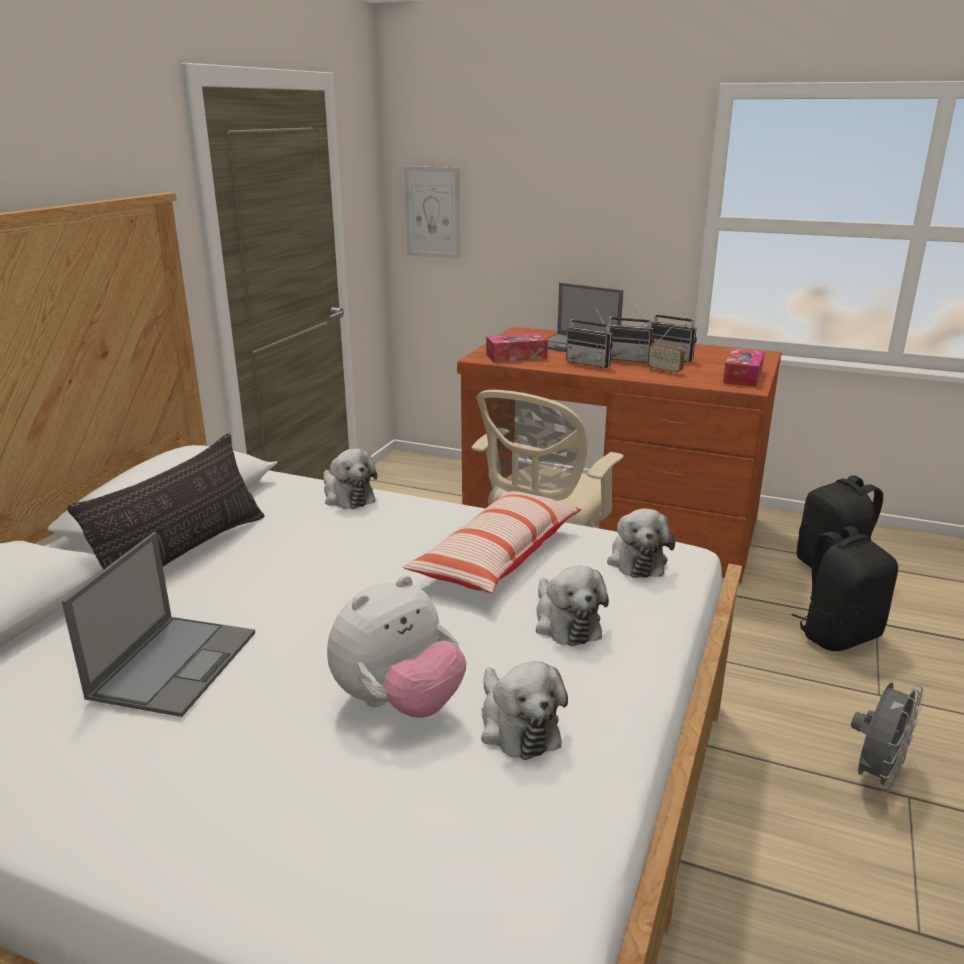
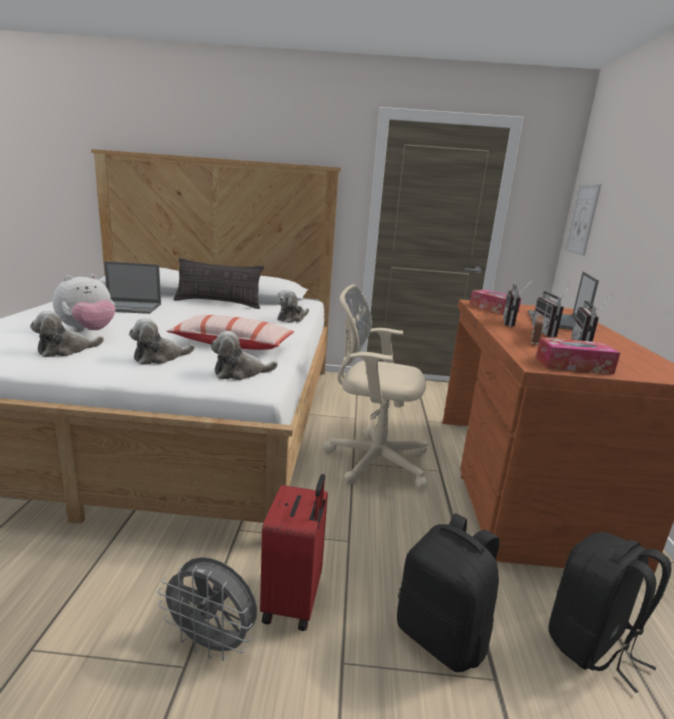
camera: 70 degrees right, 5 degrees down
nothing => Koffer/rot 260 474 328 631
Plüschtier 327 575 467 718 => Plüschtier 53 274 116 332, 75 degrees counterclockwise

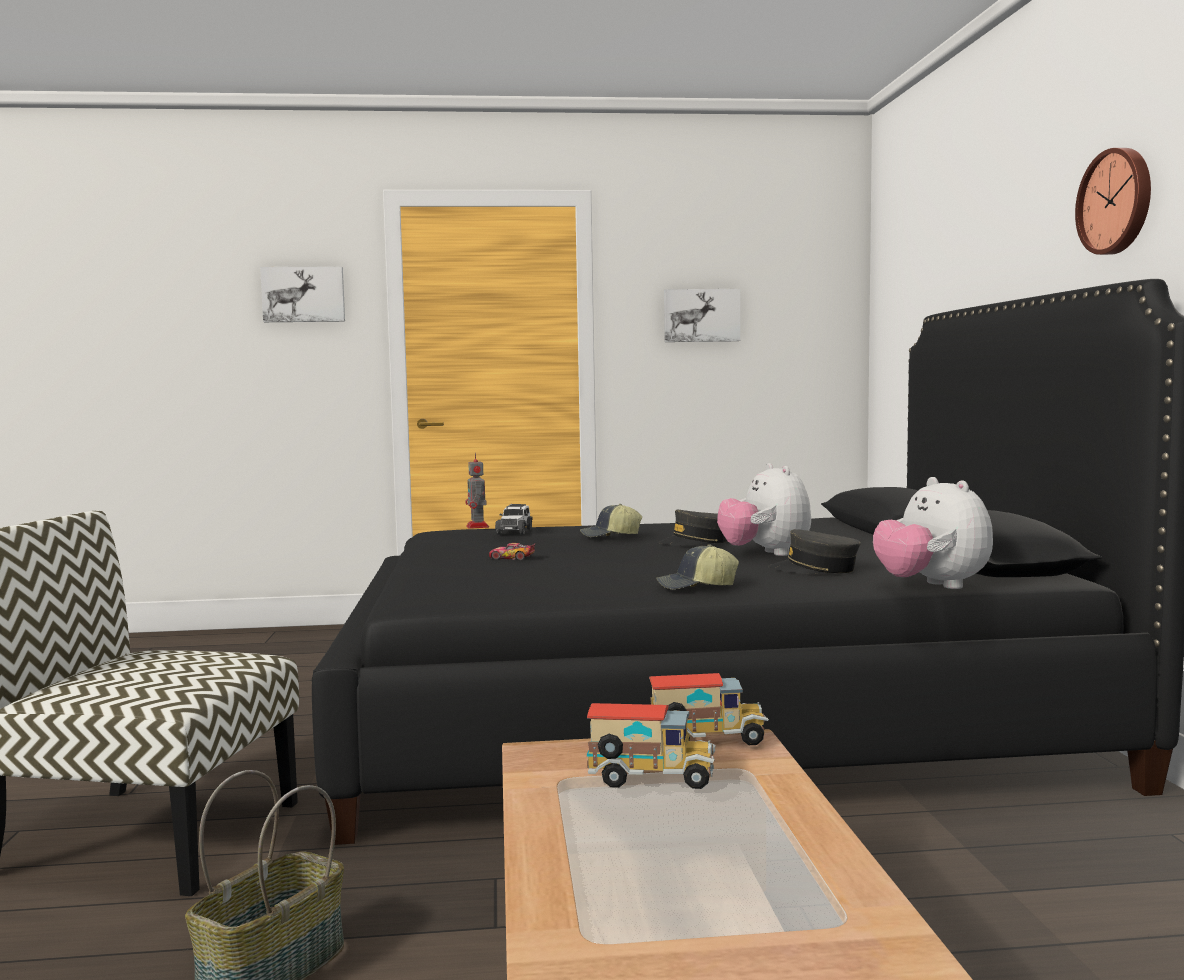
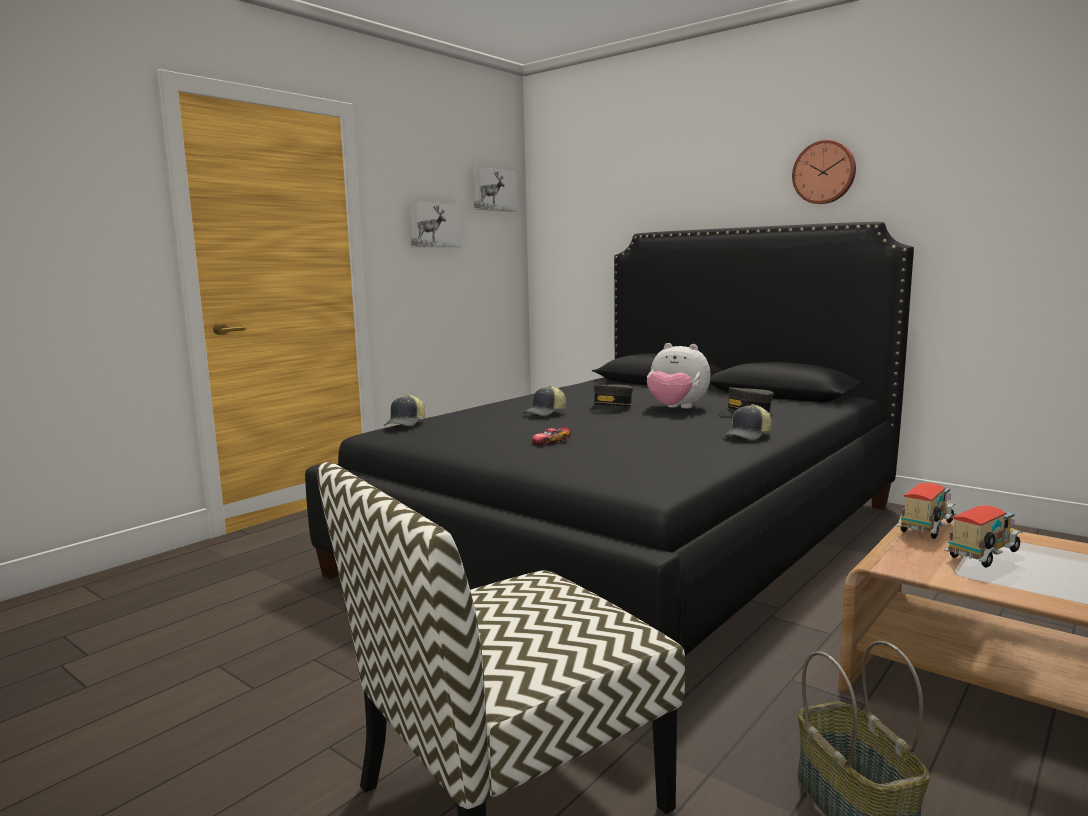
camera: 45 degrees left, 5 degrees up
Spielzeugauto 495 504 533 535 => nothing
Plüschtier 873 477 993 589 => nothing
Bild 260 266 345 322 => Bild 473 167 518 212, relocated
Spielzeugroboter 465 453 489 529 => Kappe 384 394 425 426

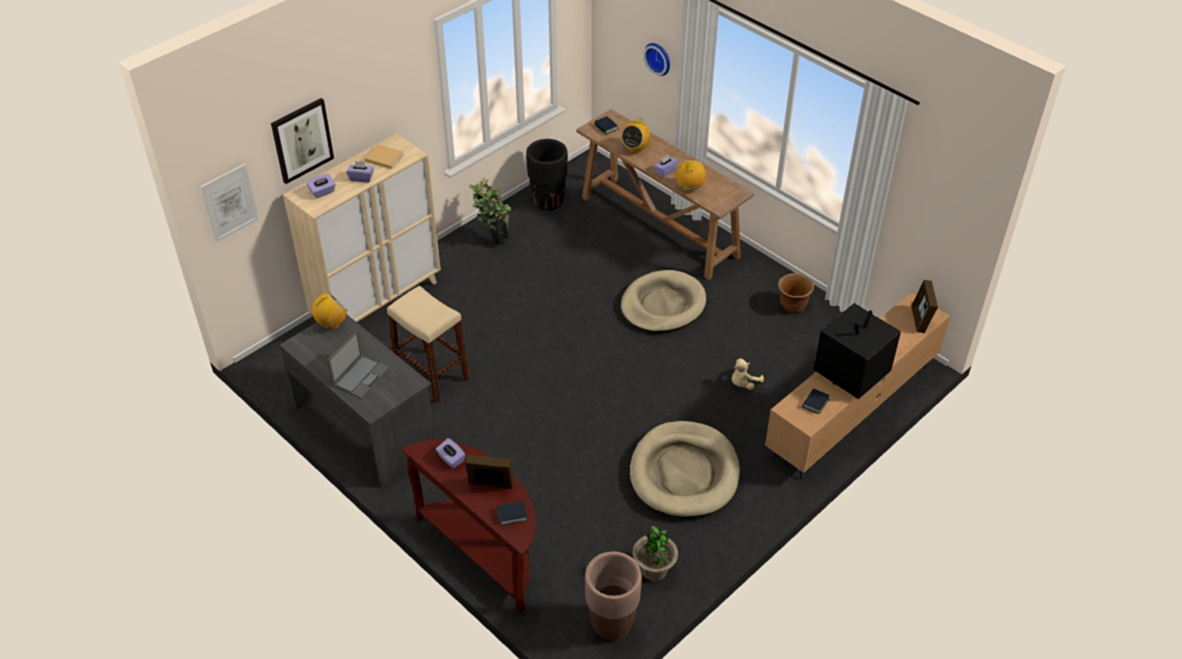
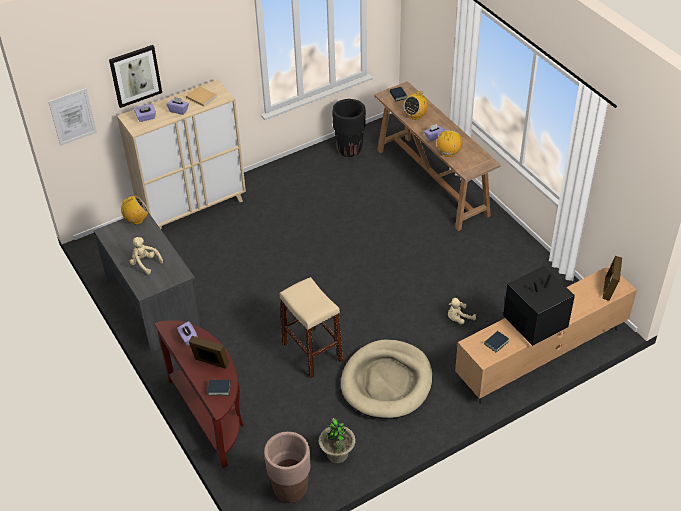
camera: 15 degrees right, 0 degrees up
Topfpflanze 469 177 511 247 => nothing
Hundebett/beige 621 270 706 333 => nothing
Wanduhr 643 43 670 76 => nothing
Pflanzkübel/braun 778 273 814 313 => nothing
Hocker/beige 387 286 470 404 => Hocker/beige 280 277 343 378, relocated
Laptop 327 330 390 399 => Plüschtier/beige 130 237 163 274

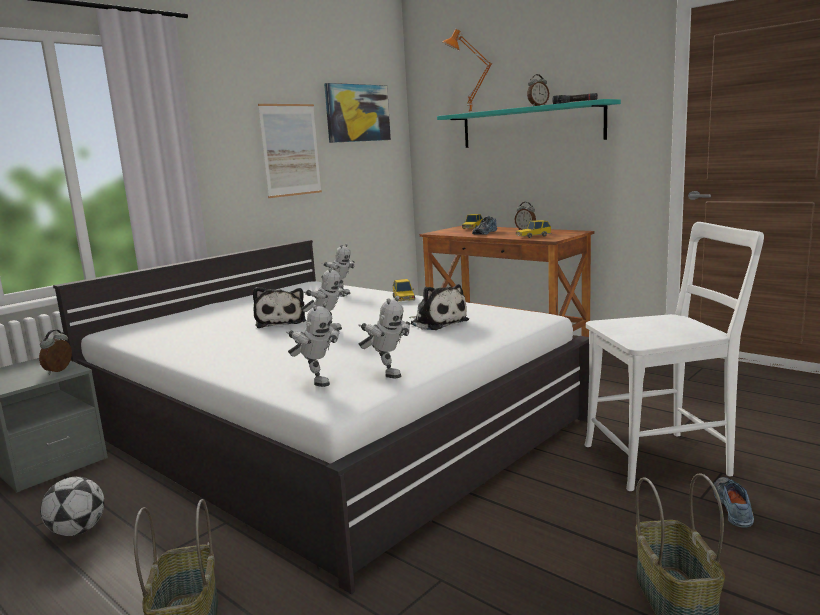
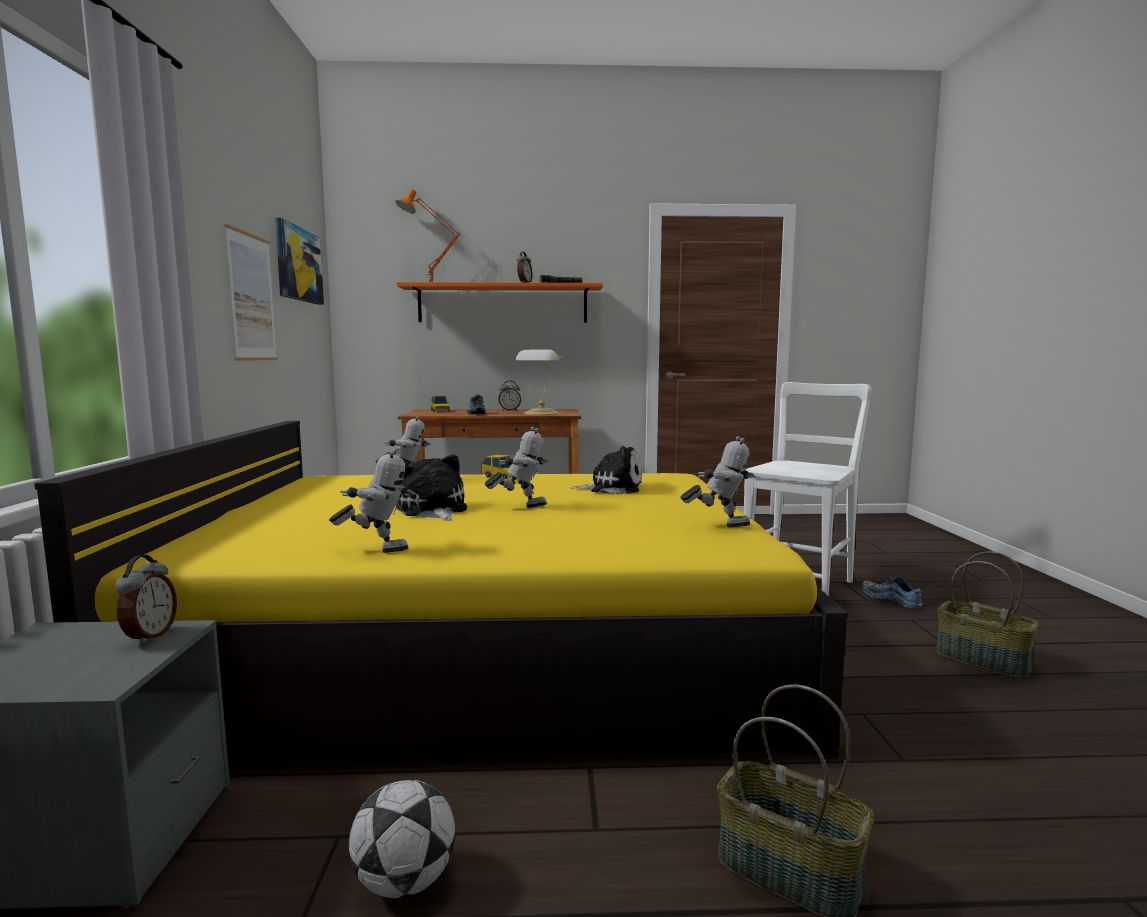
camera: 45 degrees left, 5 degrees down
Spielzeugroboter 286 302 339 387 => Spielzeugroboter 329 448 416 553, relocated
Spielzeugauto 515 220 551 238 => Tischlampe 515 350 564 415
Bett/weiß 53 240 589 594 => Bett/gelb 34 421 848 767
Wandregal/türkis 437 99 621 148 => Wandregal/orange 397 282 603 323
Wecker 39 329 72 374 => Wecker 115 555 177 645, 150 degrees counterclockwise
Plüschtier 253 287 306 328 => Plüschtier 397 454 467 521, 150 degrees counterclockwise

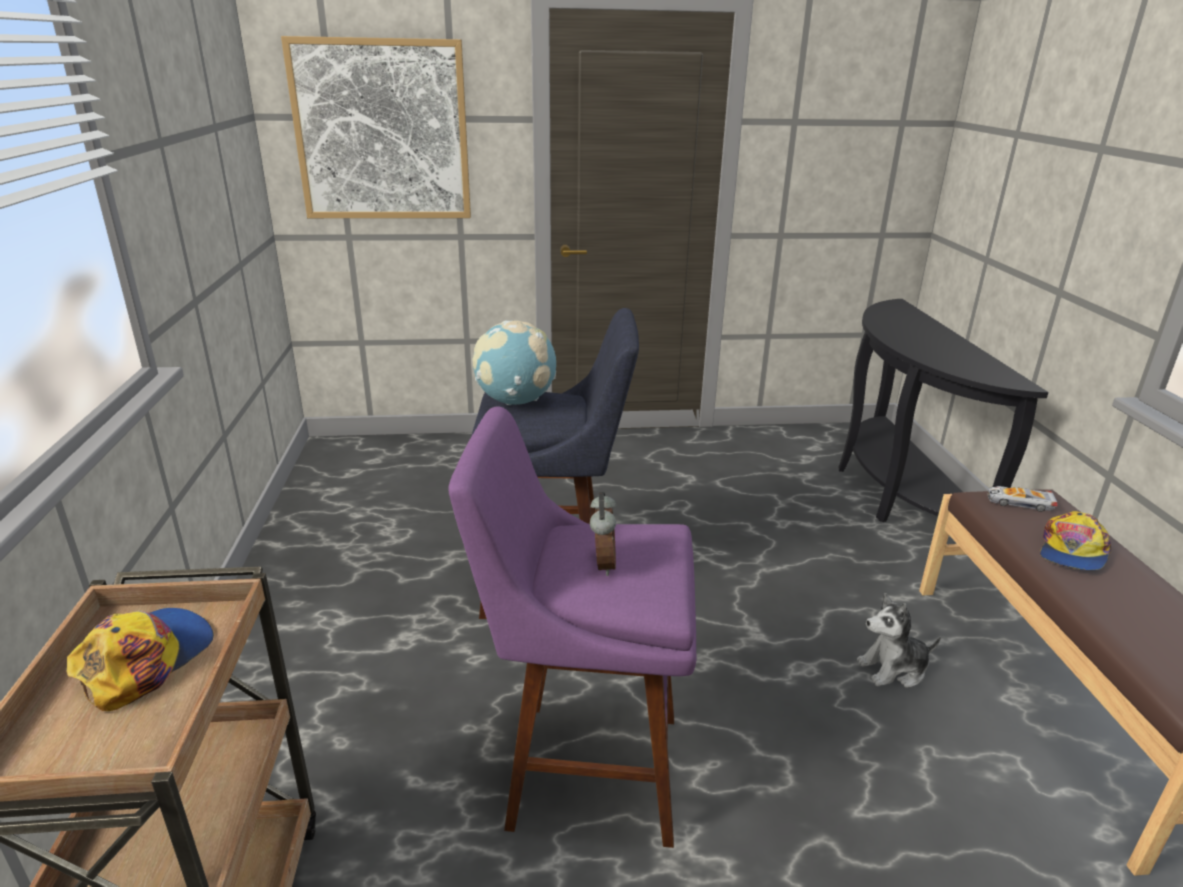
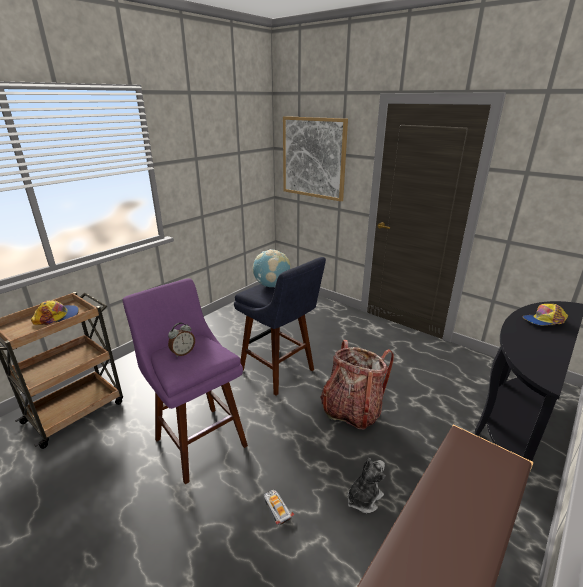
camera: 45 degrees right, 0 degrees up
nothing => Rucksack 320 340 394 430
Spielzeugauto 987 486 1058 512 => Spielzeugauto 264 490 294 525, relocated
Kappe 1040 511 1111 570 => Kappe 522 304 568 325, relocated
Plüschtier 857 593 941 688 => Plüschtier 348 458 386 513, 105 degrees clockwise

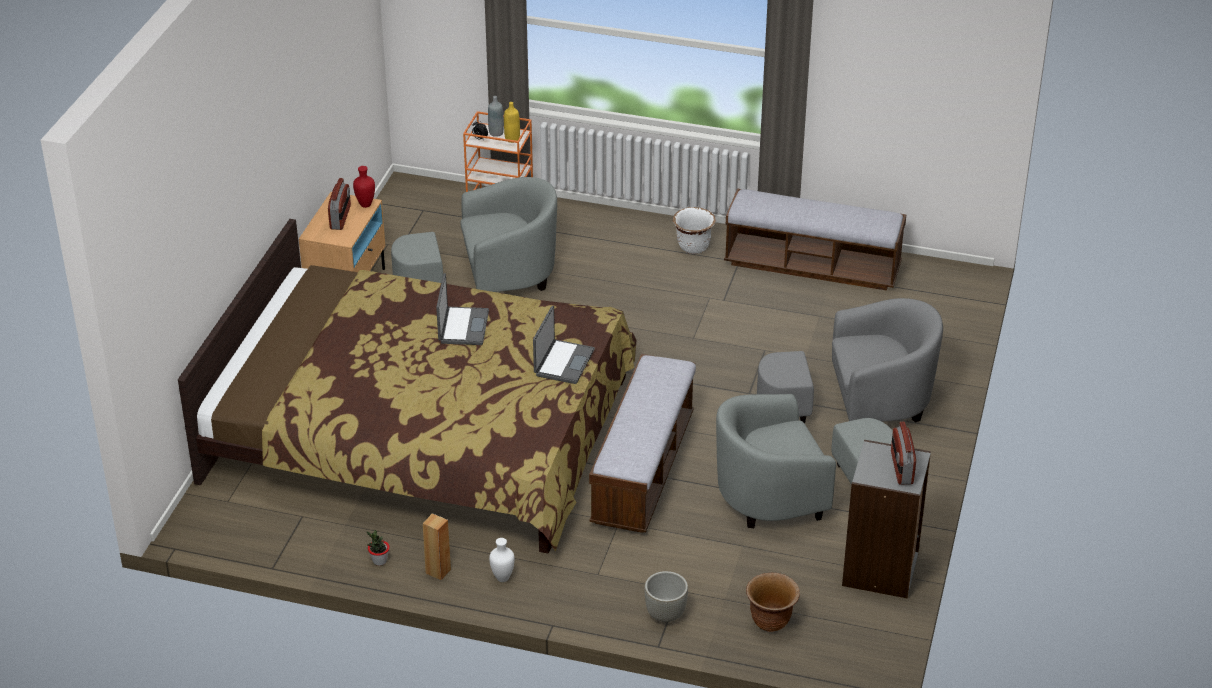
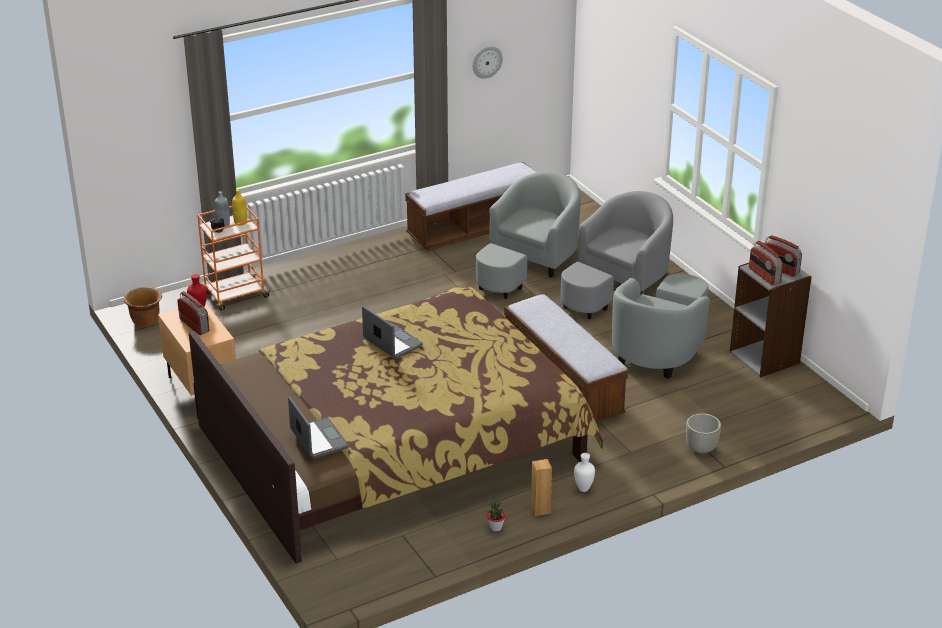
camera: 45 degrees left, 5 degrees down
Pflanzkübel/weiß 673 207 716 254 => nothing
nothing => Wanduhr 473 46 503 79
nothing => Radio 749 241 783 285
Sessel/grau 391 177 557 292 => Sessel/grau 476 171 581 299, relocated
Laptop 533 306 595 384 => Laptop 288 396 349 459, relocated
Pflanzkübel/braun 746 573 800 632 => Pflanzkübel/braun 124 287 162 328, relocated

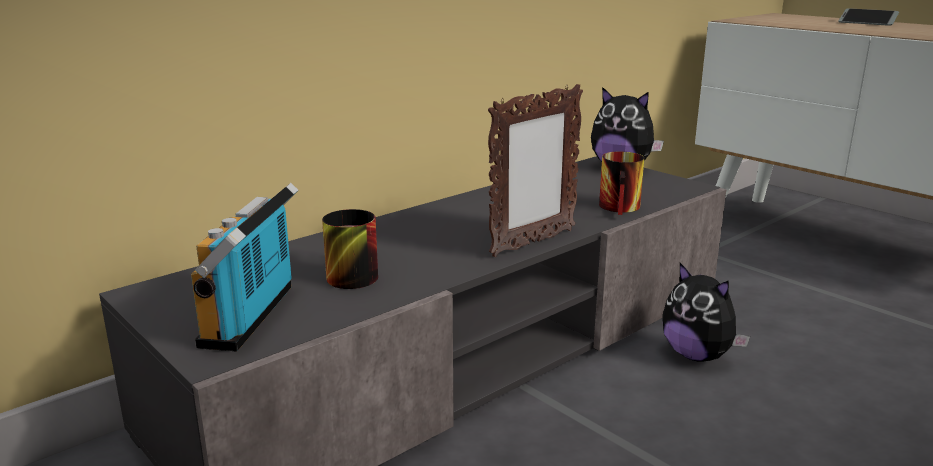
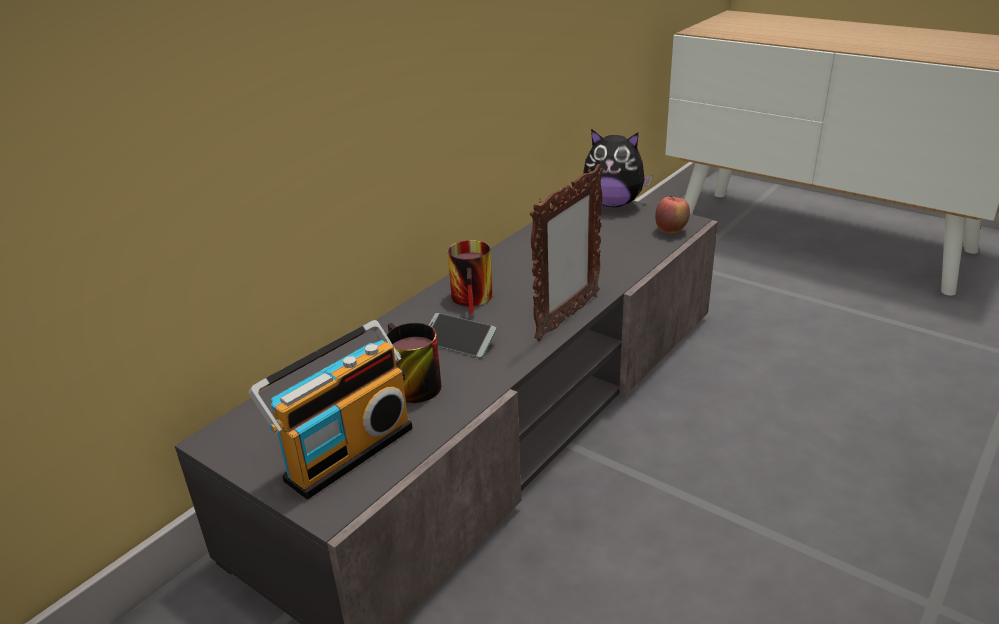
camera: 10 degrees left, 10 degrees up
Plüschtier 662 263 750 362 => nothing
nothing => Apfel 655 195 690 233
Henkelbecher 599 151 644 215 => Henkelbecher 448 240 493 313, relocated
Handy 838 8 899 26 => Handy 429 313 497 358, relocated
Radio 191 183 298 352 => Radio 249 320 413 499, 135 degrees counterclockwise

